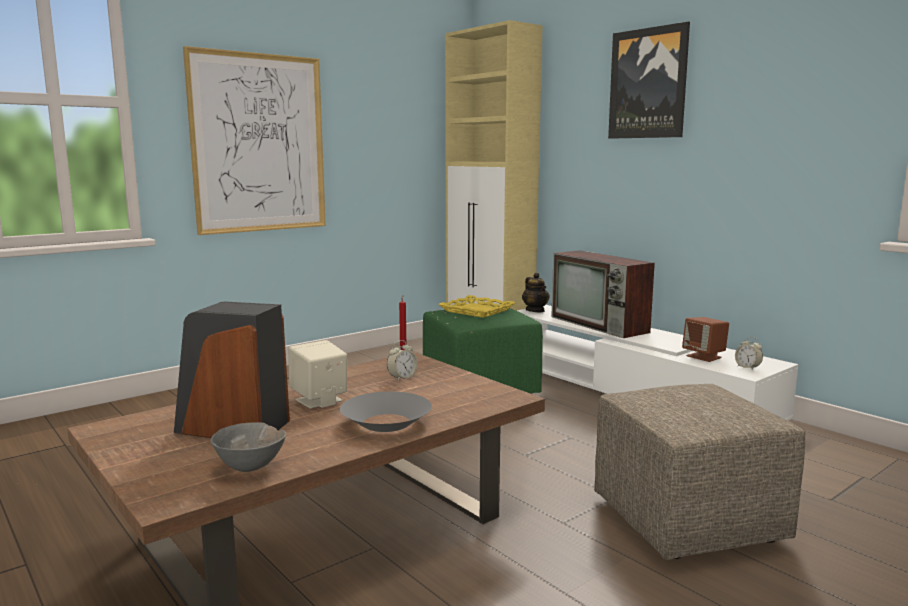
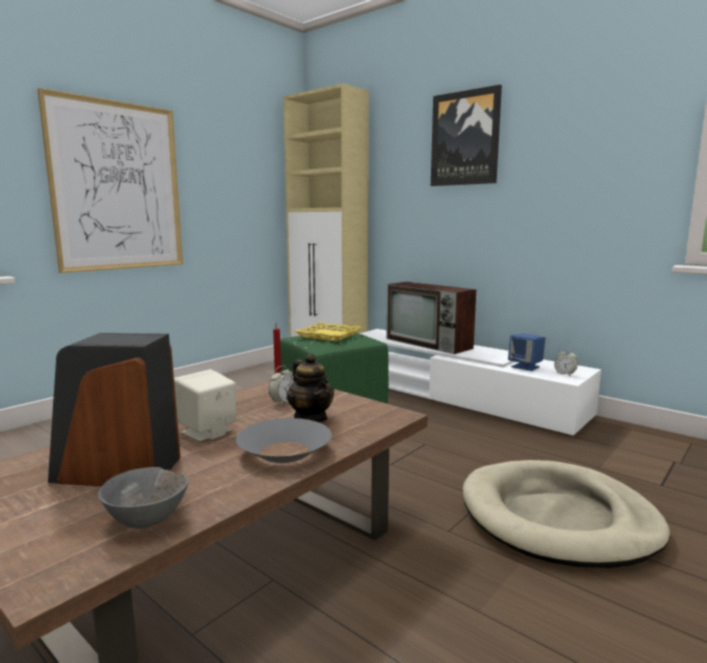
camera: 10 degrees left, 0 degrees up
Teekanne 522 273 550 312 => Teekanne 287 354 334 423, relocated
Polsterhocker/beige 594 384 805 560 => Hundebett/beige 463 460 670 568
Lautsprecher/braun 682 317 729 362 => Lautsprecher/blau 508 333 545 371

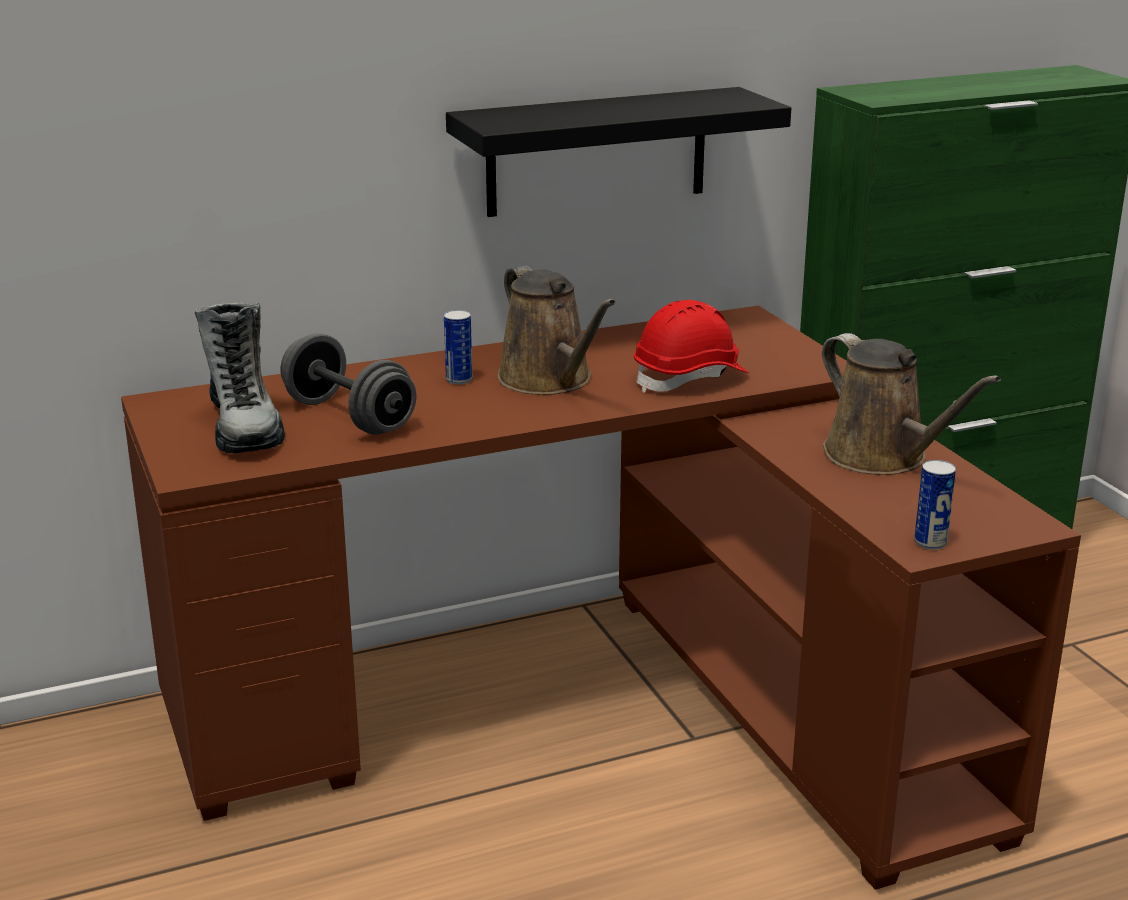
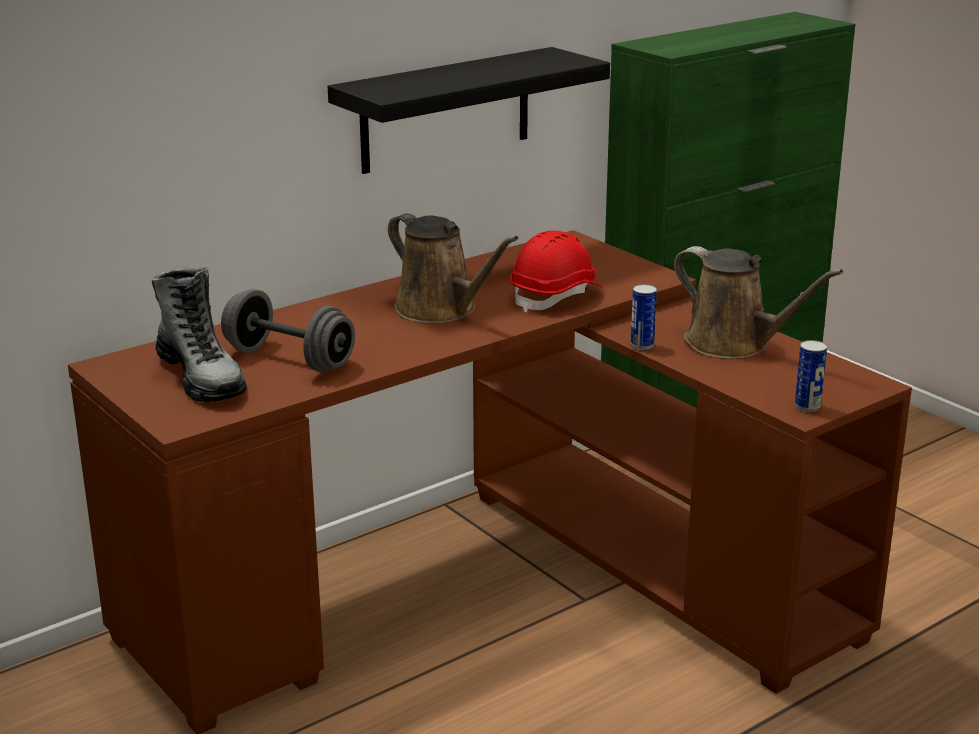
camera: 15 degrees left, 0 degrees up
Dose 444 310 473 385 => Dose 631 284 657 350, relocated

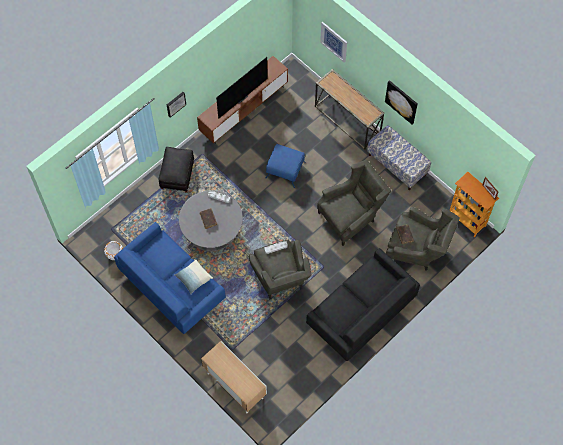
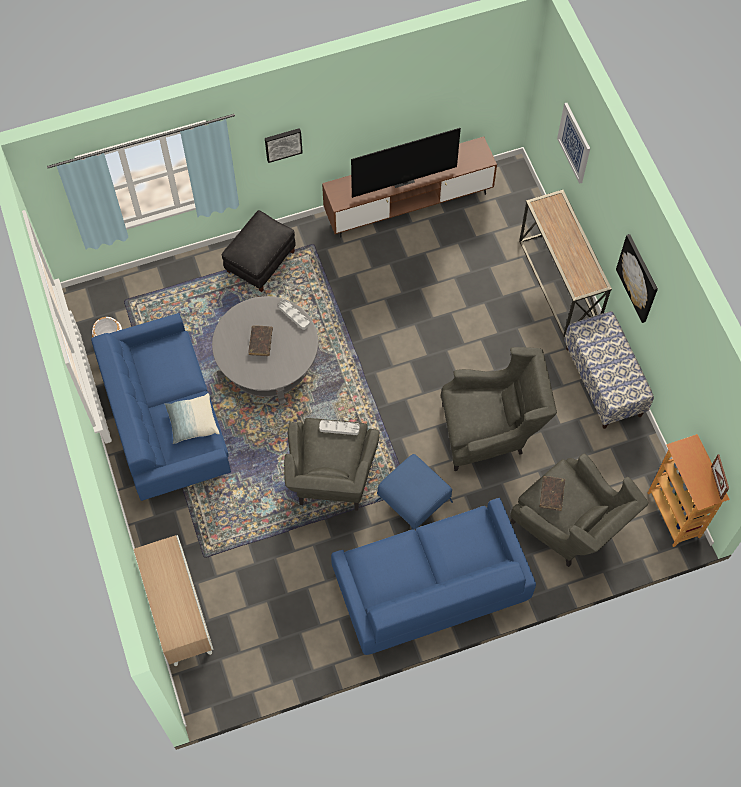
camera: 25 degrees right, 0 degrees up
Polsterhocker/blau 266 144 306 188 => Polsterhocker/blau 375 454 453 529, relocated
Sofa/schwarz 306 248 420 361 => Sofa/blau 331 498 536 655

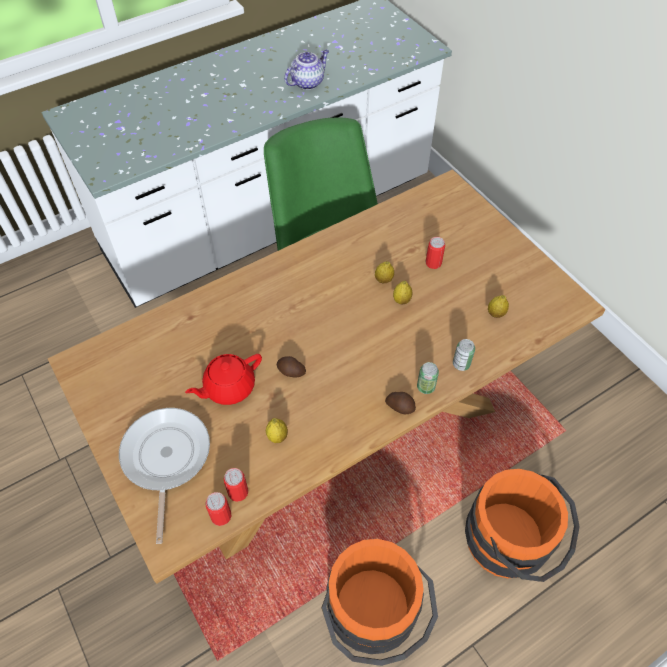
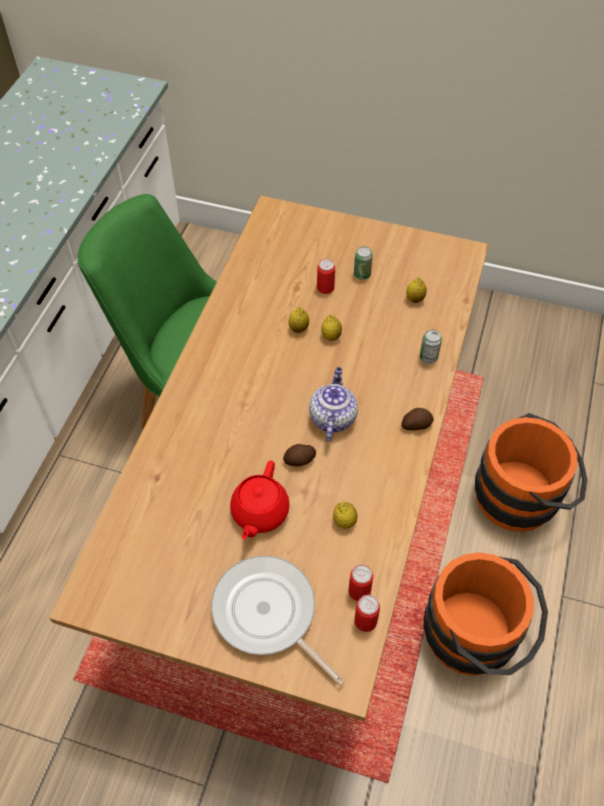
camera: 40 degrees left, 0 degrees up
Teekanne 284 50 329 90 => Teekanne 309 367 358 441, relocated
Dose 417 362 439 394 => Dose 354 246 373 280, relocated

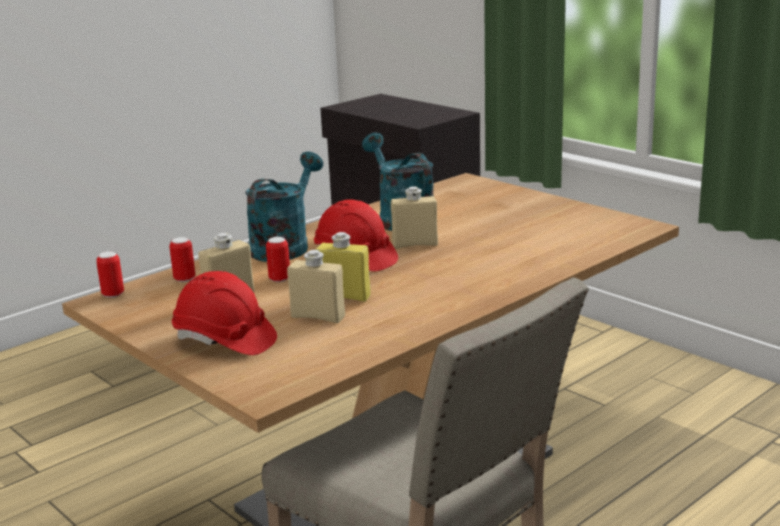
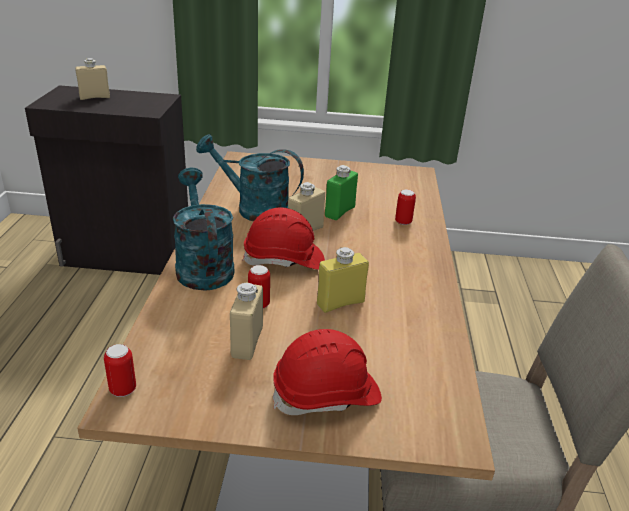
camera: 45 degrees left, 10 degrees up
nothing => Flasche/grün 325 165 358 220
Dose 169 237 195 282 => Dose 395 190 416 225, relocated
Flasche/beige 287 250 345 323 => Flasche/beige 75 58 110 100, relocated

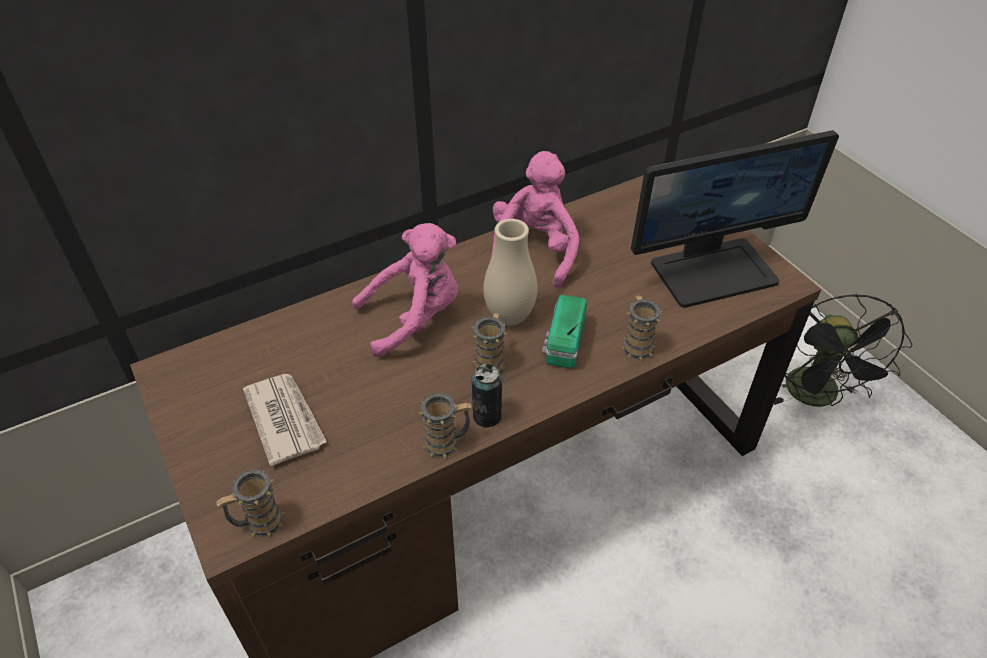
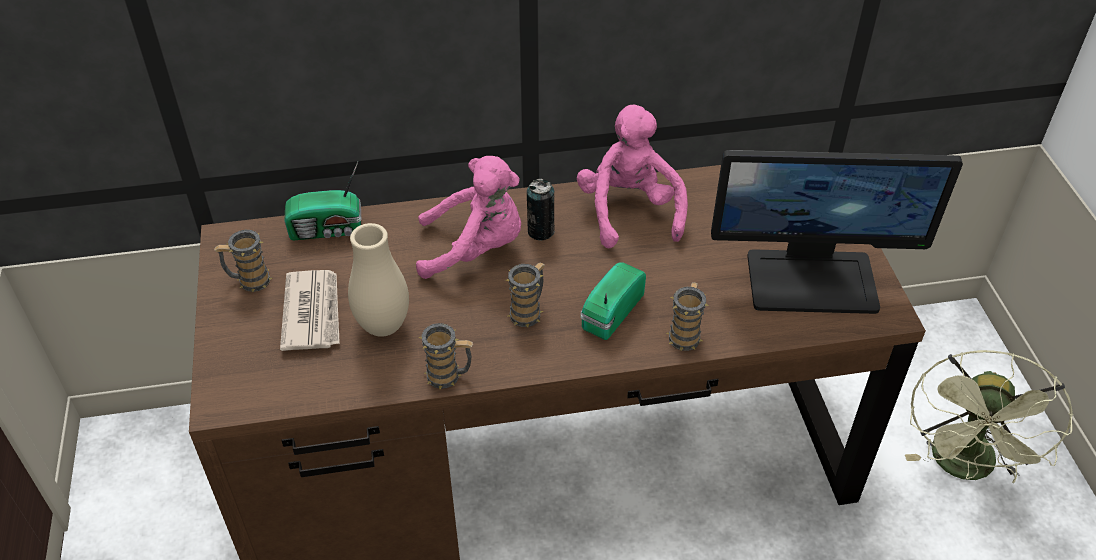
camera: 20 degrees right, 0 degrees up
nothing => Radio 284 162 361 240
Henkelbecher 216 469 285 537 => Henkelbecher 214 230 272 292, relocated
Dose 472 364 503 427 => Dose 527 179 555 241, relocated
Vase/beige 483 219 538 326 => Vase/beige 348 223 409 337, relocated
Ventilator/schwarz 774 294 913 407 => Ventilator/grün 905 350 1073 483
Plüschtier/rosa 491 151 579 288 => Plüschtier/rosa 577 104 688 248, 45 degrees counterclockwise

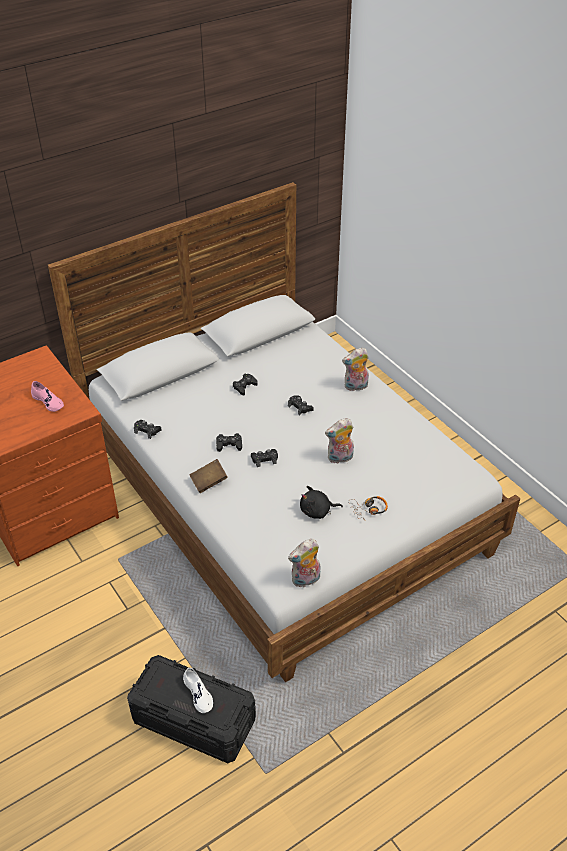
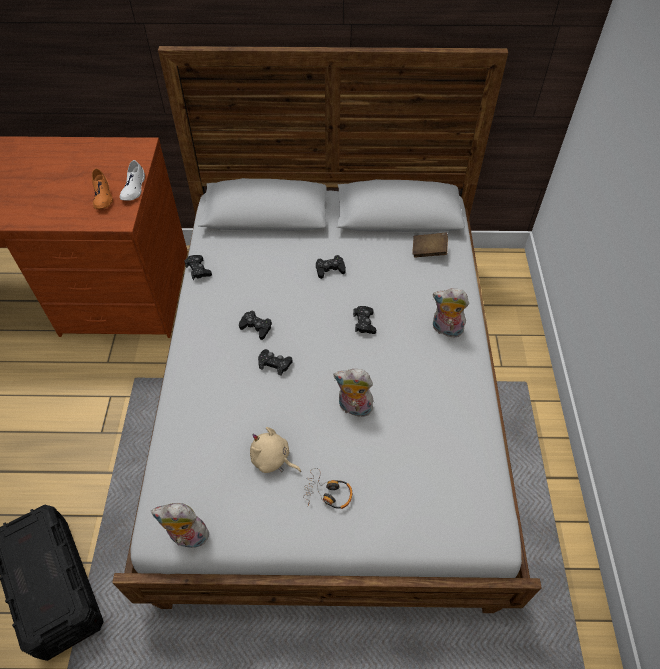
camera: 35 degrees right, 10 degrees up
Schuh/weiß 183 668 213 713 => Schuh/weiß 120 160 145 201, relocated
Buch/braun 189 459 228 493 => Buch/braun 412 232 448 258, relocated
Schuh/rosa 31 381 64 412 => Schuh/orange 92 168 113 209
Plüschtier/schwarz 300 486 343 519 => Plüschtier/beige 250 427 301 473

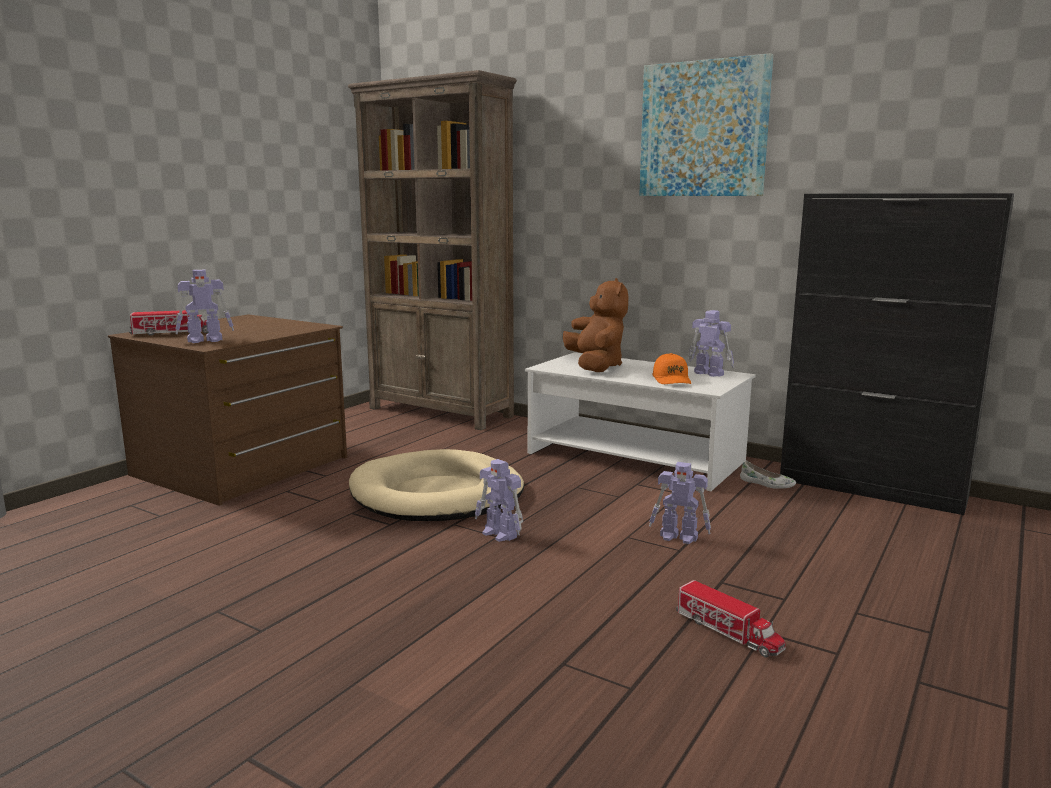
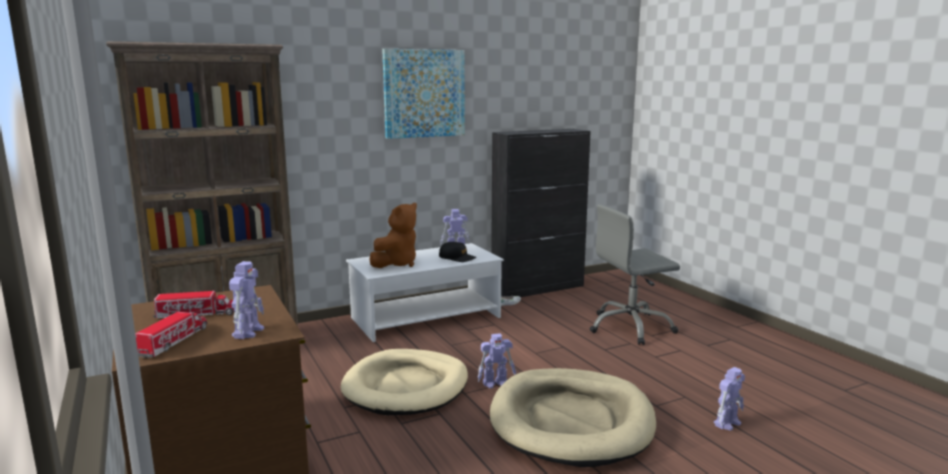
camera: 60 degrees left, 0 degrees up
nothing => Hundebett/beige 490 368 656 467
nothing => Bürostuhl/grau 590 204 680 345
Spielzeugroboter 649 462 711 544 => Spielzeugroboter 714 367 745 431, relocated
Spielzeuglaster 676 580 786 657 => Spielzeuglaster 153 291 236 318, relocated
Kappe/orange 653 353 691 384 => Kappe/schwarz 439 242 476 262
Plüschtier/braun 563 278 628 372 => Plüschtier/braun 369 203 417 268, 105 degrees clockwise

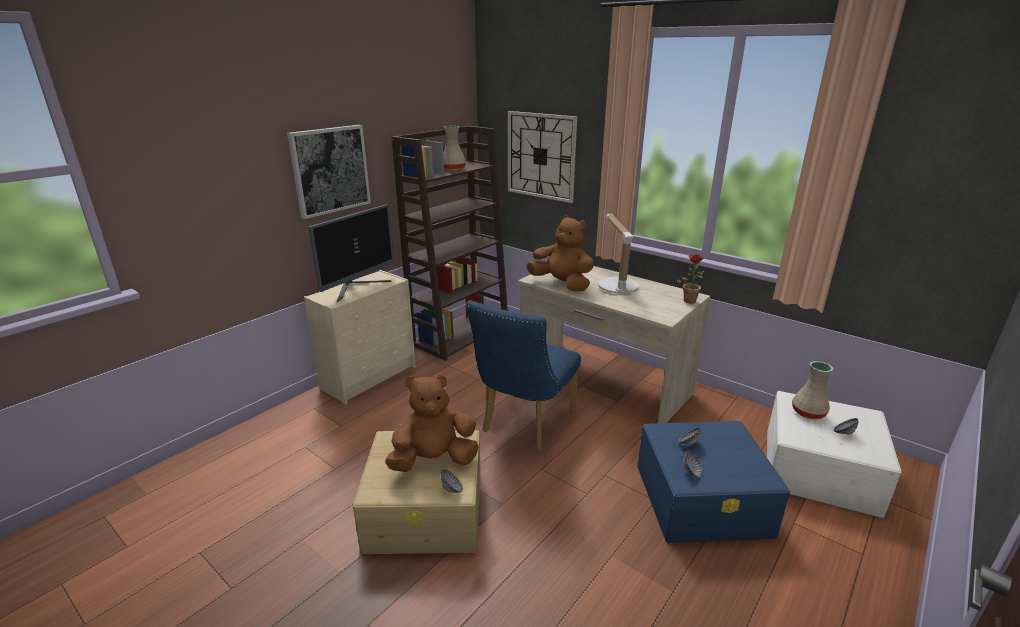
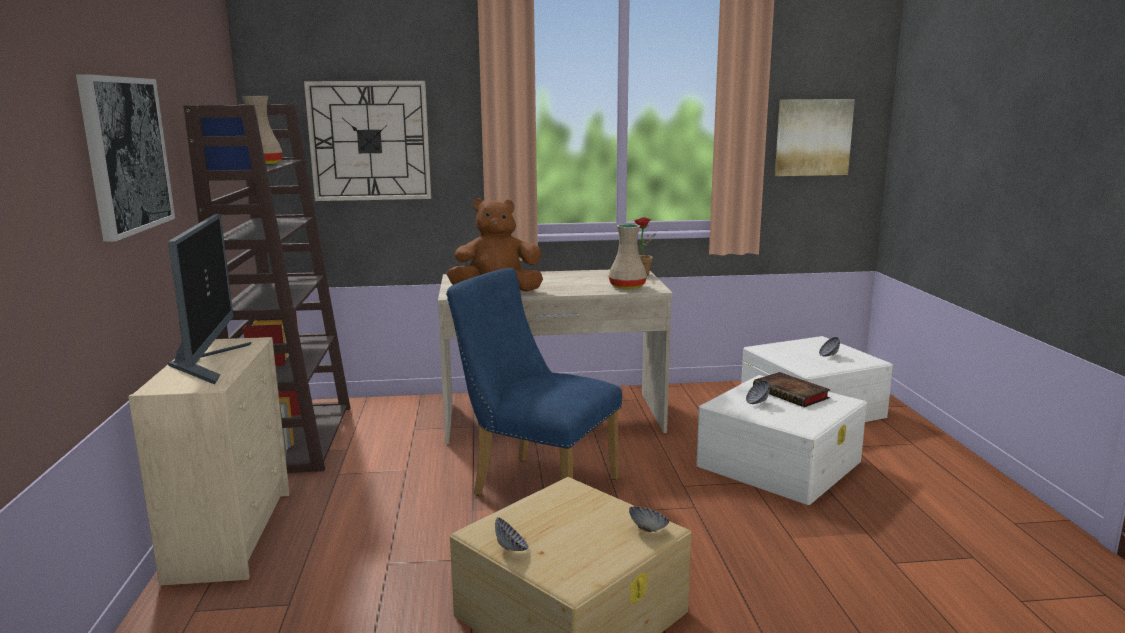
camera: 45 degrees left, 10 degrees down
Plüschtier/braun 385 374 479 472 => nothing
Tischlampe 598 214 639 294 => nothing
nothing => Buch 753 372 831 407
nothing => Bild 775 99 855 176
Schüssel 683 450 703 477 => Schüssel 495 517 529 552, relocated
Vase/beige 792 361 833 419 => Vase/beige 609 224 647 289, relocated
Aufbewahrungsbox/blau 637 421 790 543 => Aufbewahrungsbox/weiß 696 375 867 505
Stuhl/blau 466 300 581 450 => Stuhl/blau 446 268 622 496, 135 degrees clockwise

